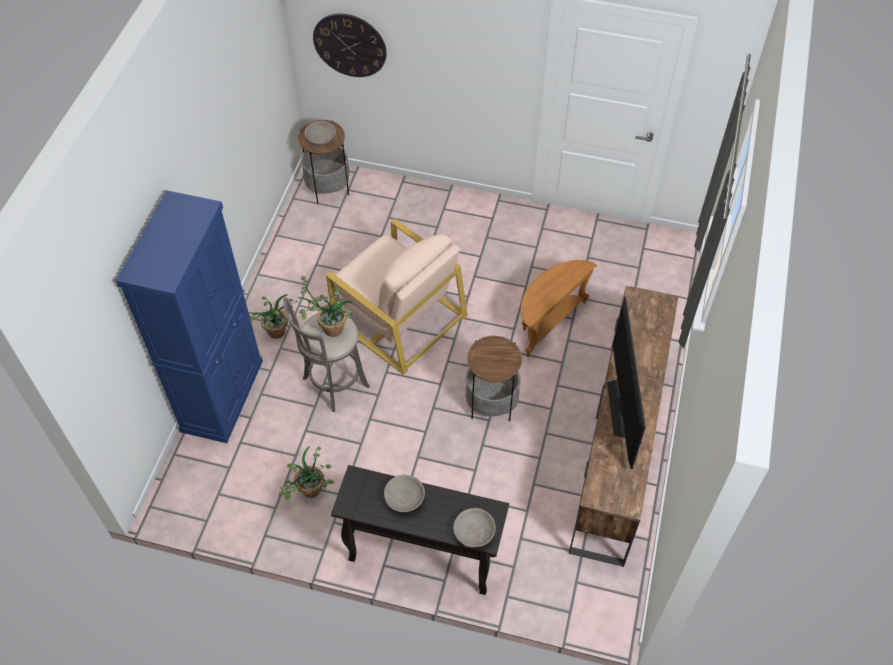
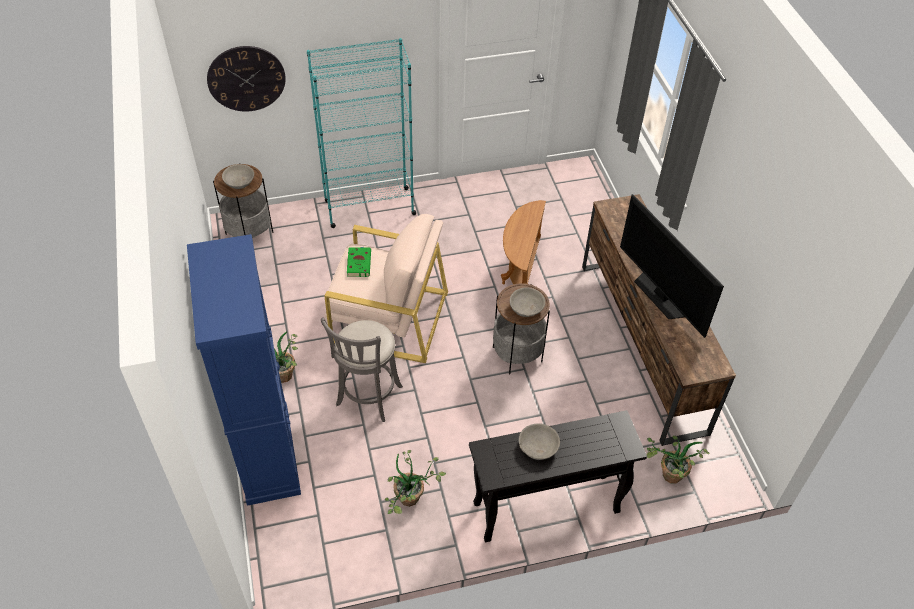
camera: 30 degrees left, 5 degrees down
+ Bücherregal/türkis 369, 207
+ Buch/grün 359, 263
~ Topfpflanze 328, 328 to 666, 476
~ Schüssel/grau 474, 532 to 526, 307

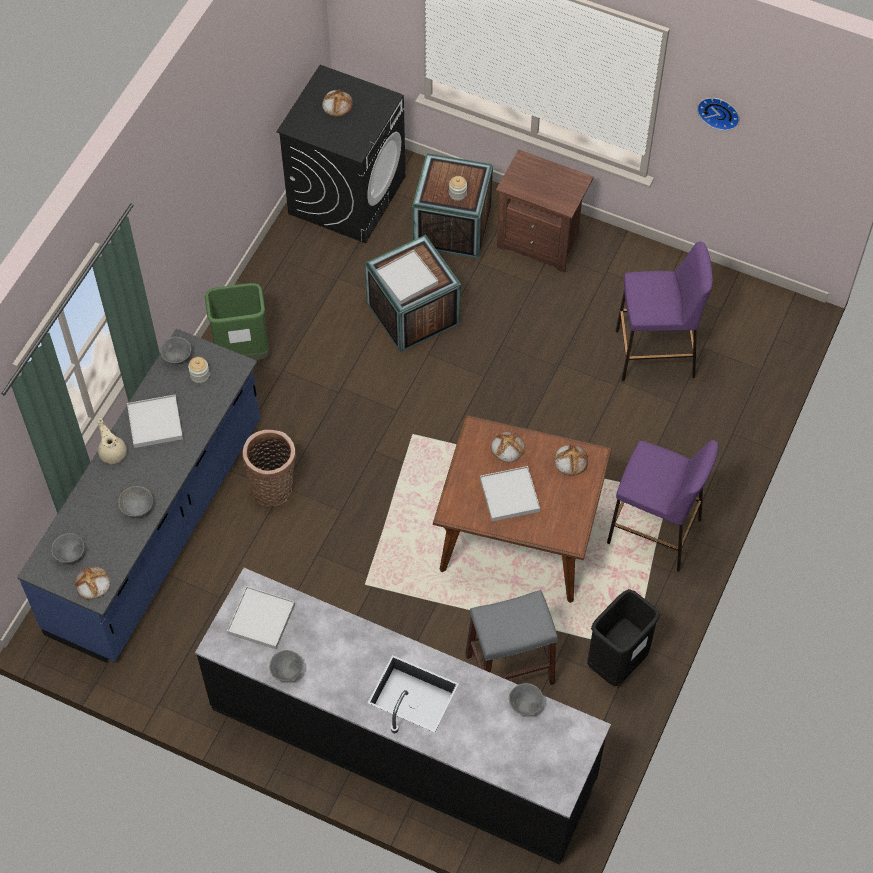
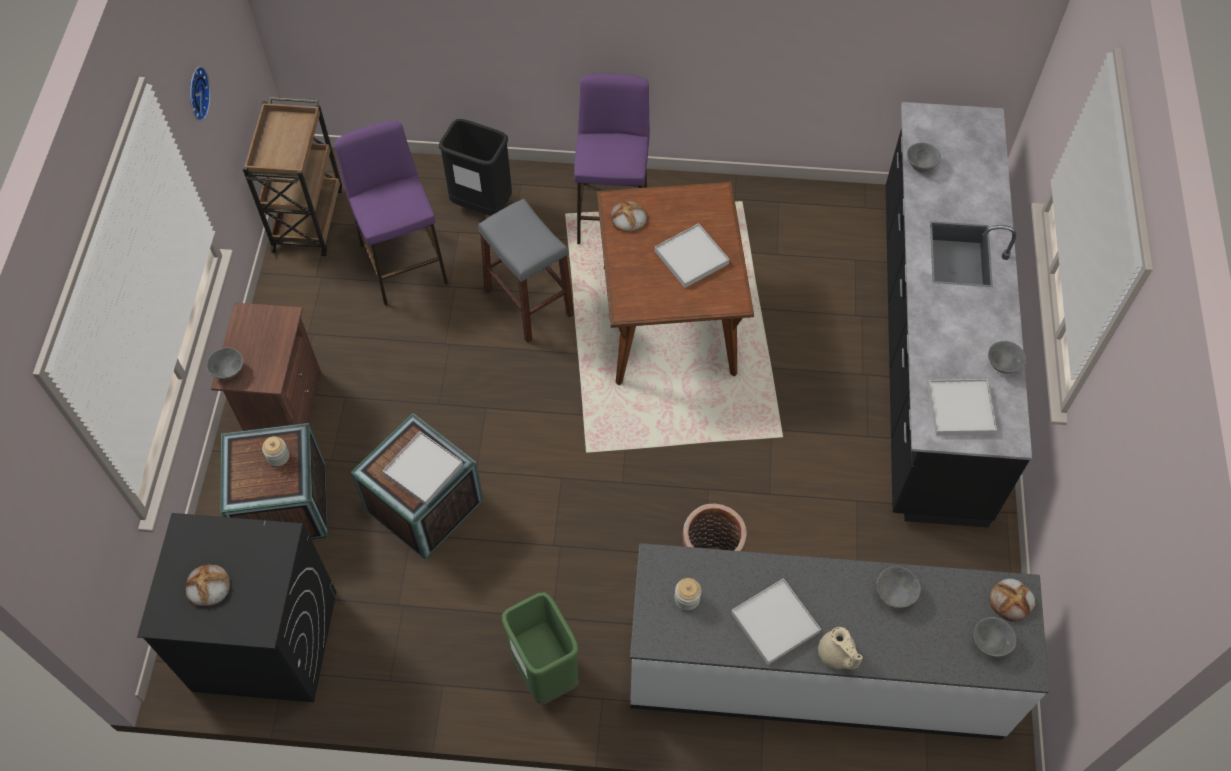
camera: 110 degrees left, 0 degrees up
- Brot 507, 448
+ Rollwagen/braun 308, 218
~ Schüssel/grau 176, 357 to 229, 372
~ Hocker/grau 510, 669 to 528, 302
~ Mülleimer/schwarz 617, 662 to 481, 204
~ Küchenzeile/blau 158, 528 to Küchenzeile/weiß 815, 671
~ Teekanne/beige 113, 452 = 836, 655 75 degrees counterclockwise

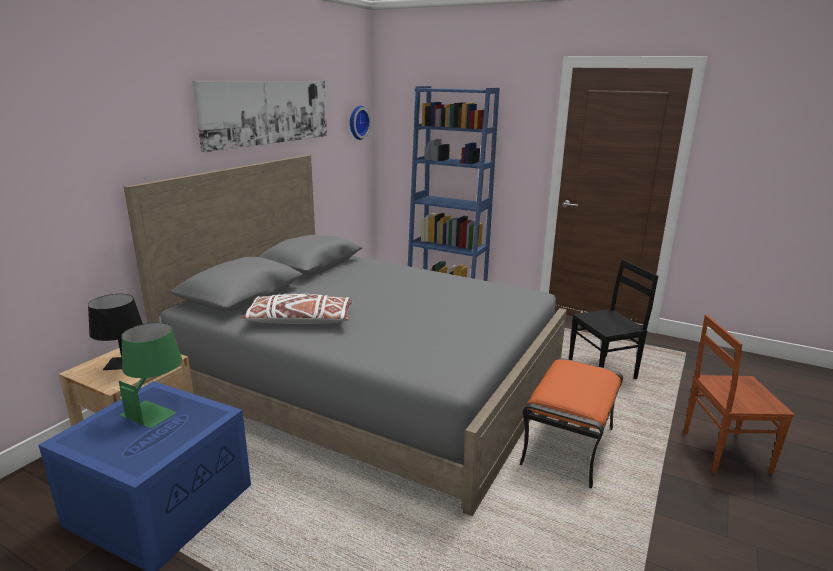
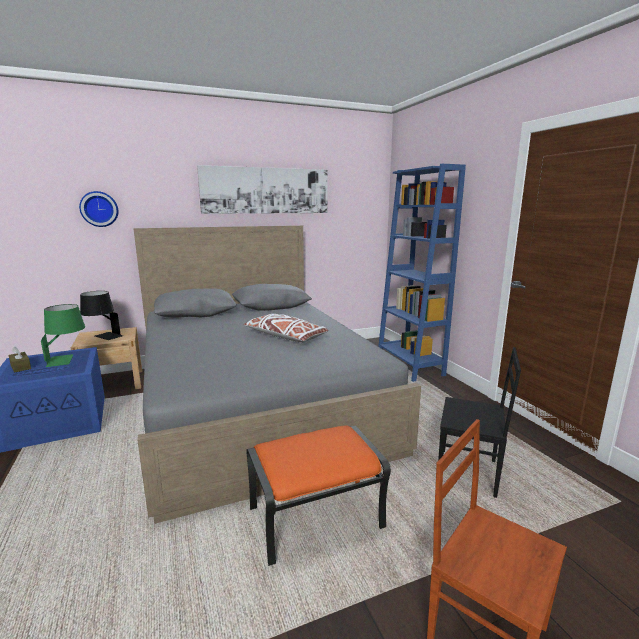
camera: 40 degrees right, 5 degrees down
+ Taschentuchbox/braun 20, 367
~ Kissen/weiß 300, 321 to 285, 337
~ Wanduhr 357, 122 to 99, 209

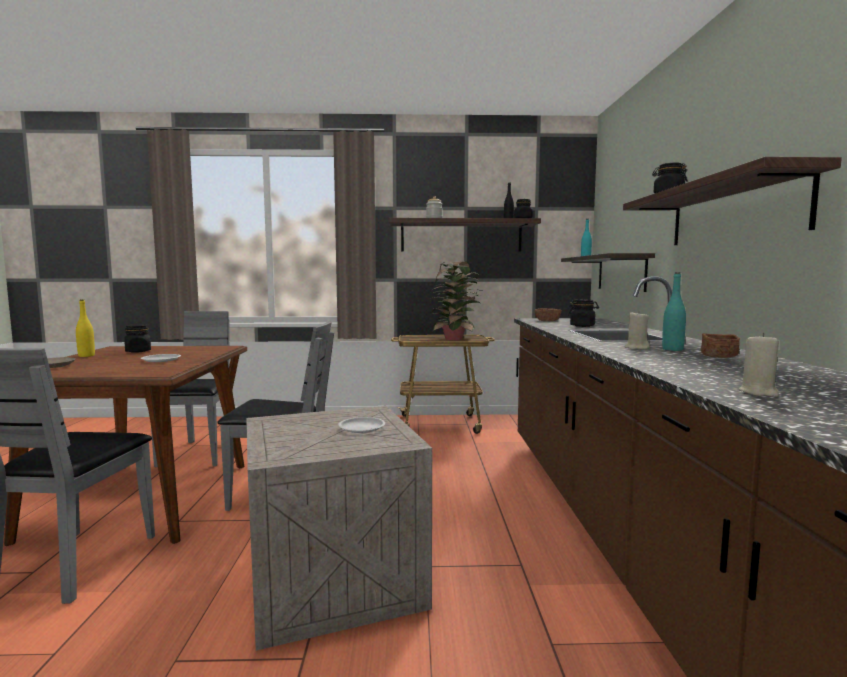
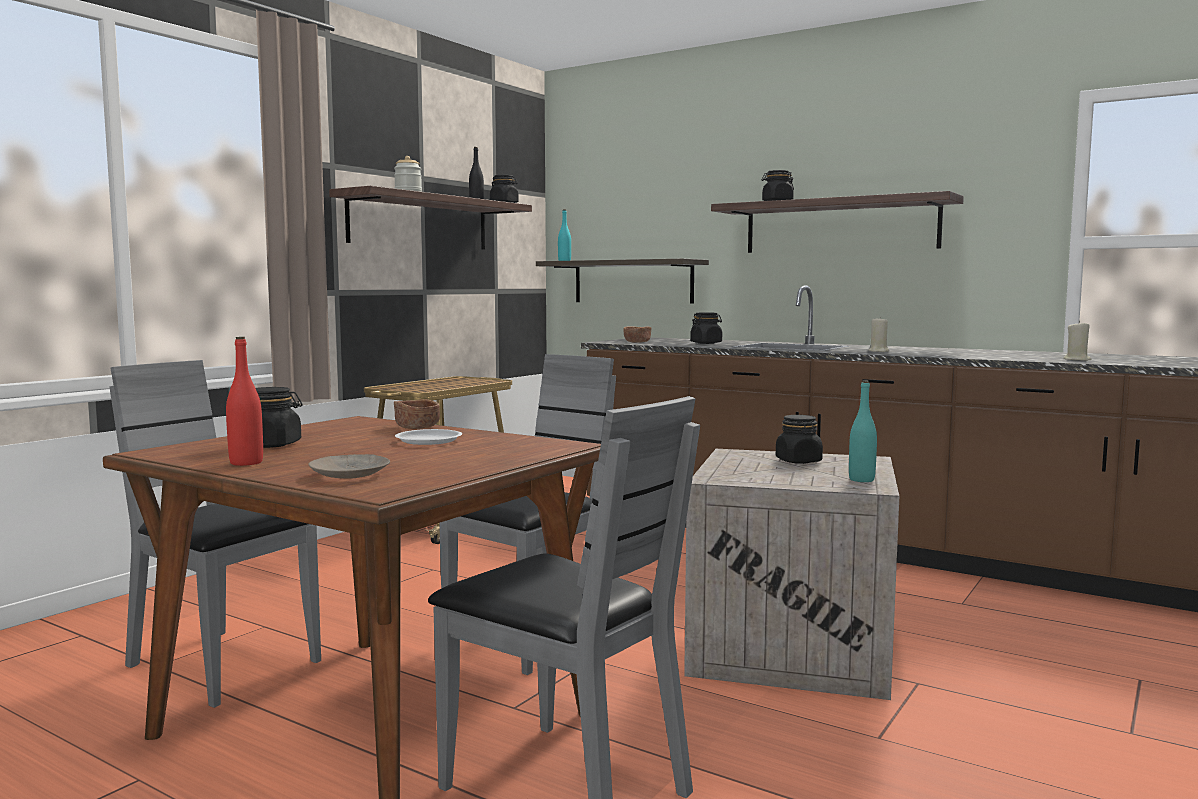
camera: 55 degrees left, 0 degrees up
- Topfpflanze 455, 339
~ Flasche/türkis 672, 349 to 861, 480
~ Schüssel/braun 718, 356 to 416, 427
~ Teller/weiß 362, 427 to Vorratsglas/schwarz 798, 461
~ Flasche/gelb 86, 356 to Flasche/rot 246, 463

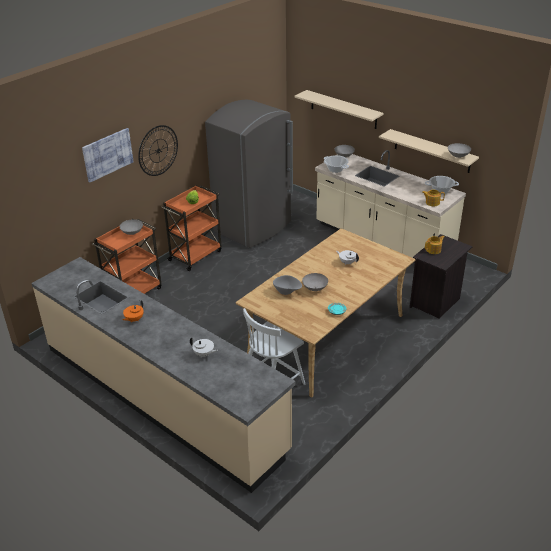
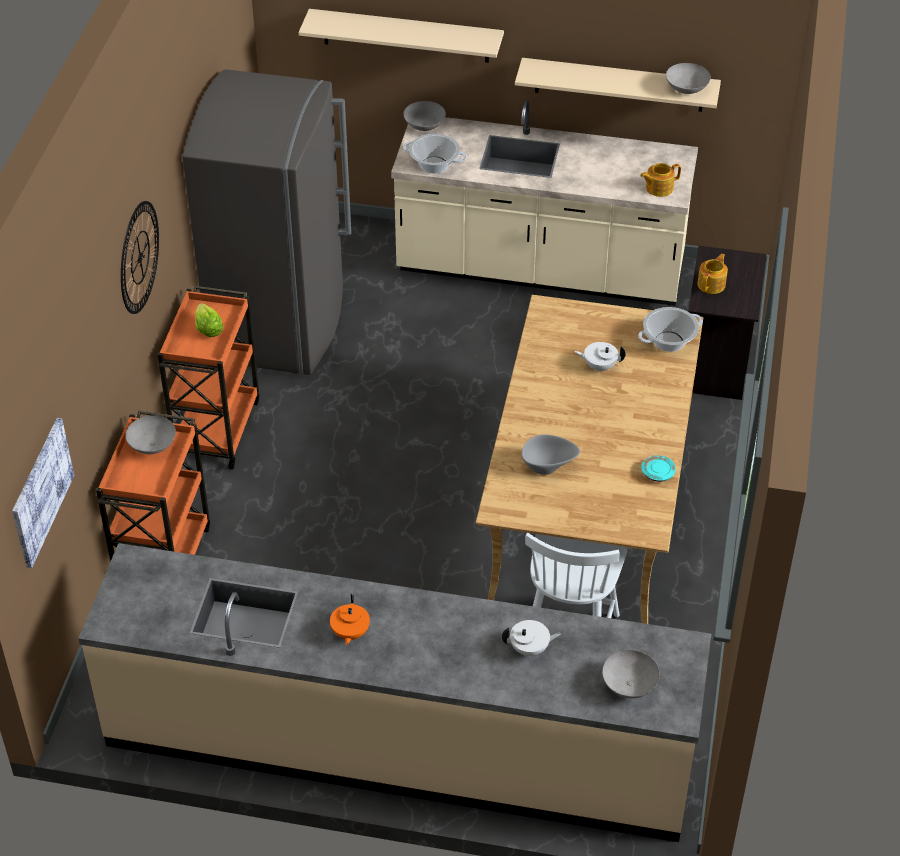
camera: 30 degrees left, 10 degrees up
~ Bild 107, 154 to 41, 492
~ Schüssel/grau 314, 288 to 628, 686
~ Kochtopf 440, 190 to 668, 341

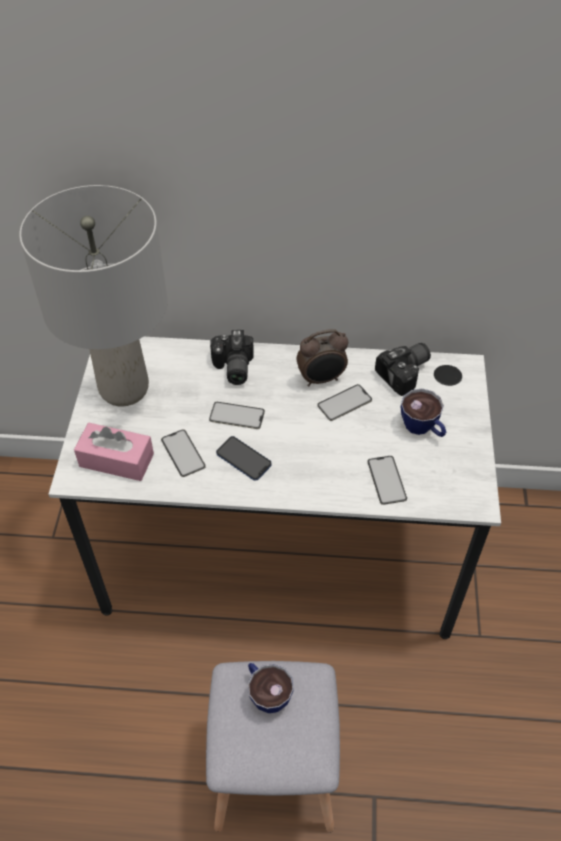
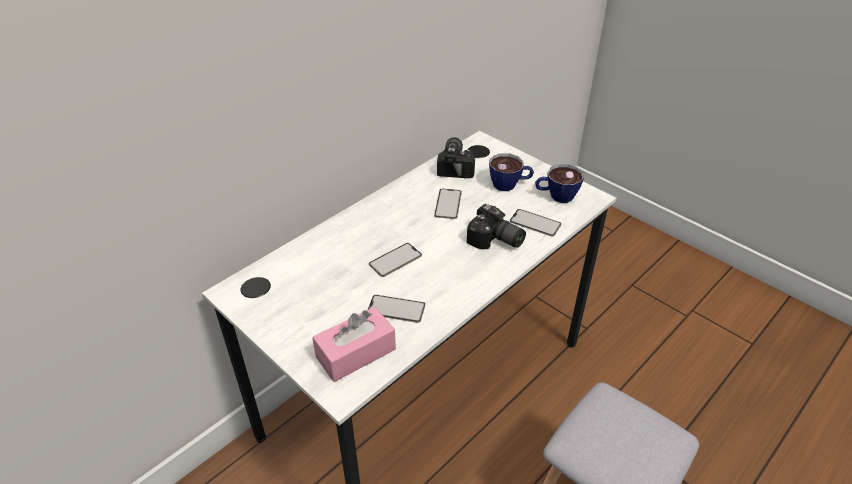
camera: 50 degrees left, 10 degrees down
- Tischlampe/grau 123, 389
- Handy 243, 459
- Wecker 321, 379
~ Kamera 232, 368 to 495, 241
~ Tasse 266, 693 to 556, 196

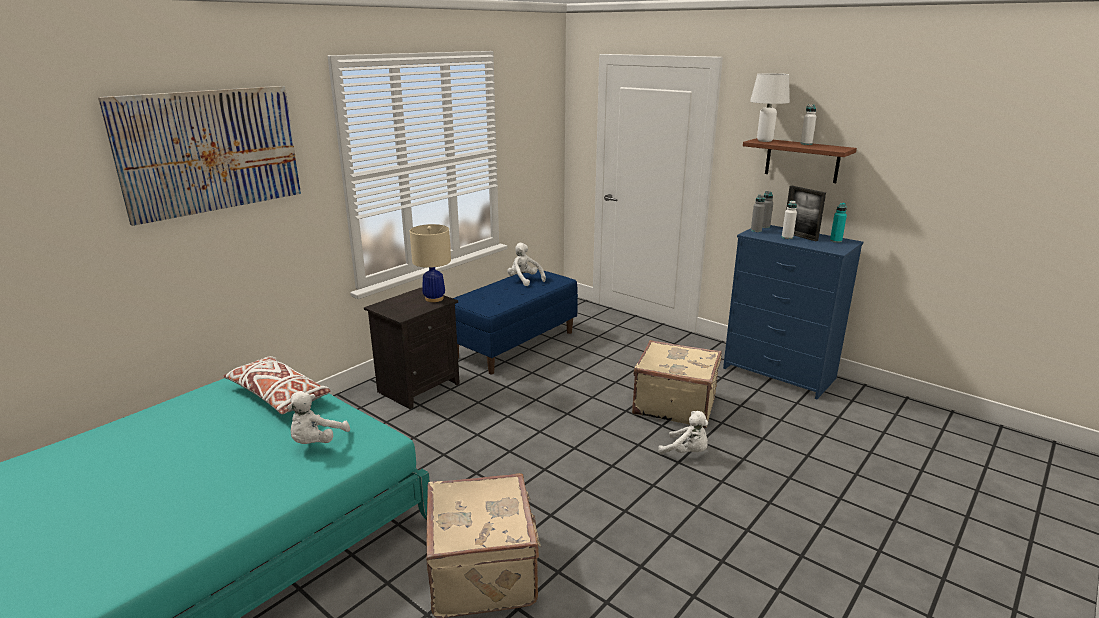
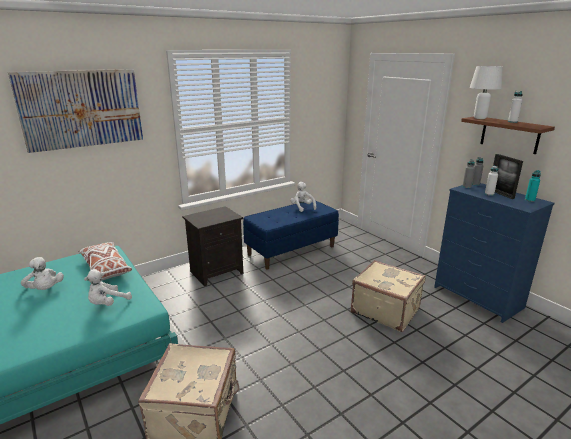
camera: 15 degrees right, 0 degrees up
- Tischlampe/beige 434, 298
~ Plüschtier/weiß 686, 452 to 45, 290

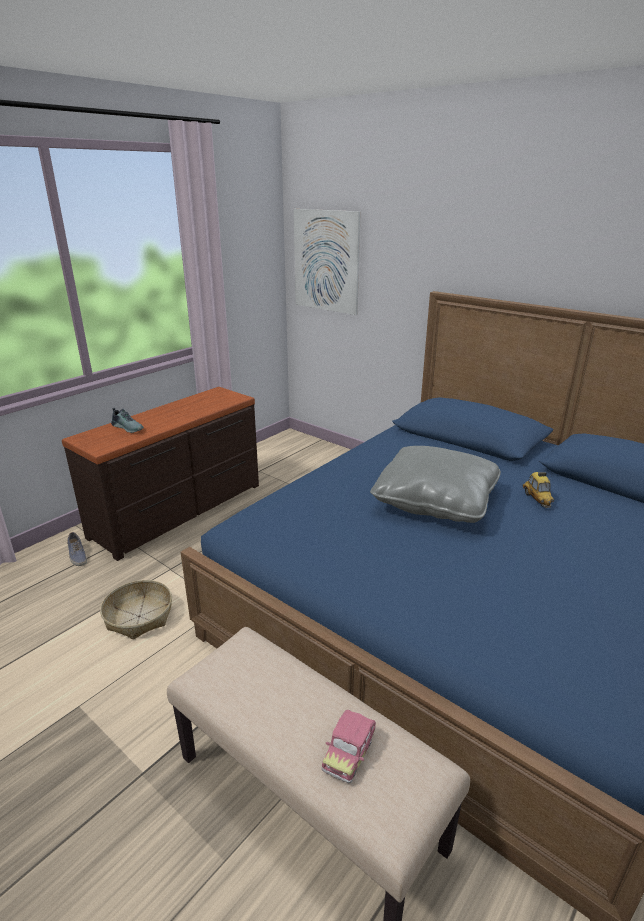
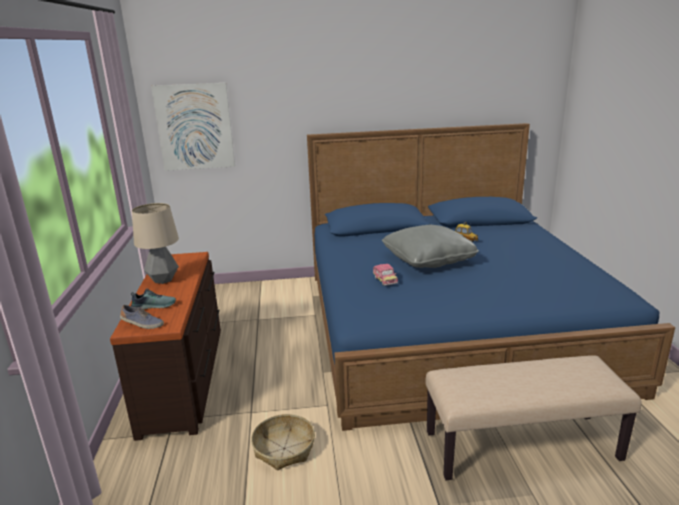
camera: 45 degrees left, 5 degrees down
+ Tischlampe 163, 280
~ Schuh 77, 555 to 142, 324
~ Spielzeugauto 349, 752 to 385, 280

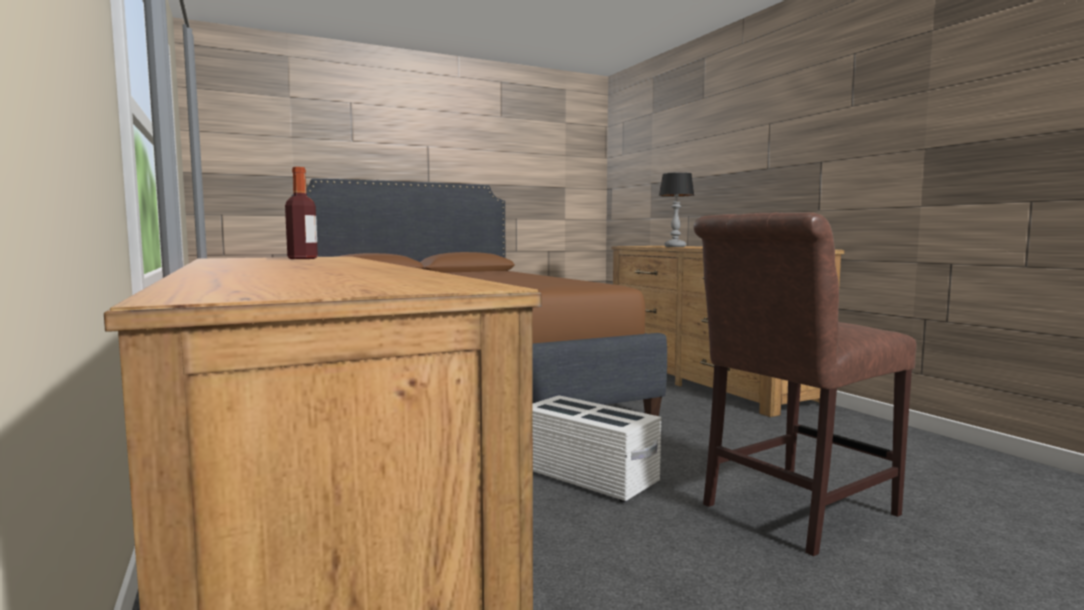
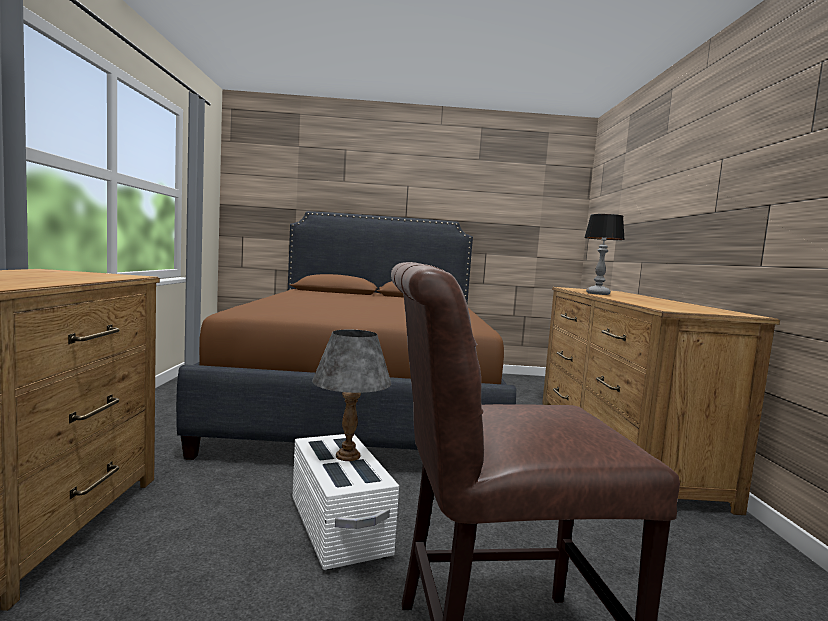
camera: 25 degrees right, 0 degrees up
- Flasche 302, 258
+ Tischlampe/grau 347, 456

